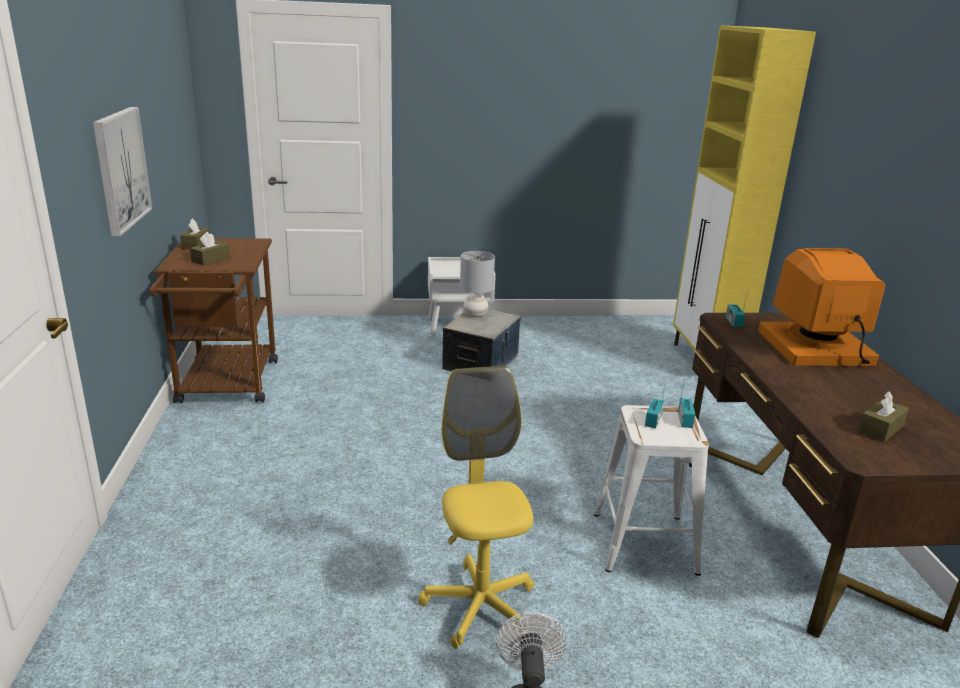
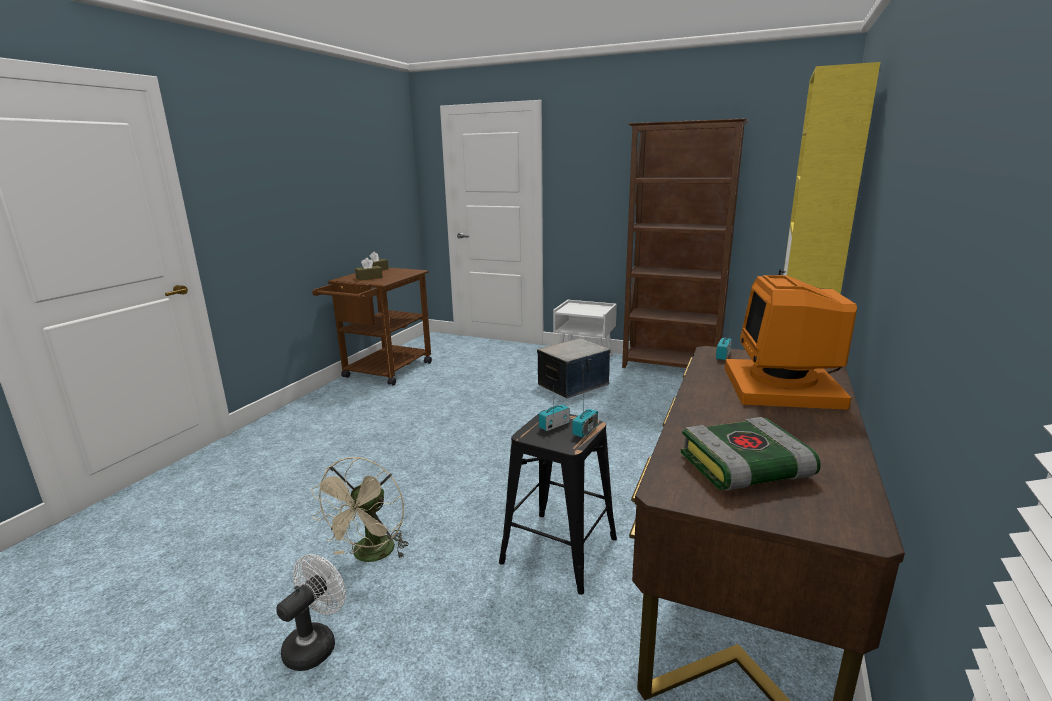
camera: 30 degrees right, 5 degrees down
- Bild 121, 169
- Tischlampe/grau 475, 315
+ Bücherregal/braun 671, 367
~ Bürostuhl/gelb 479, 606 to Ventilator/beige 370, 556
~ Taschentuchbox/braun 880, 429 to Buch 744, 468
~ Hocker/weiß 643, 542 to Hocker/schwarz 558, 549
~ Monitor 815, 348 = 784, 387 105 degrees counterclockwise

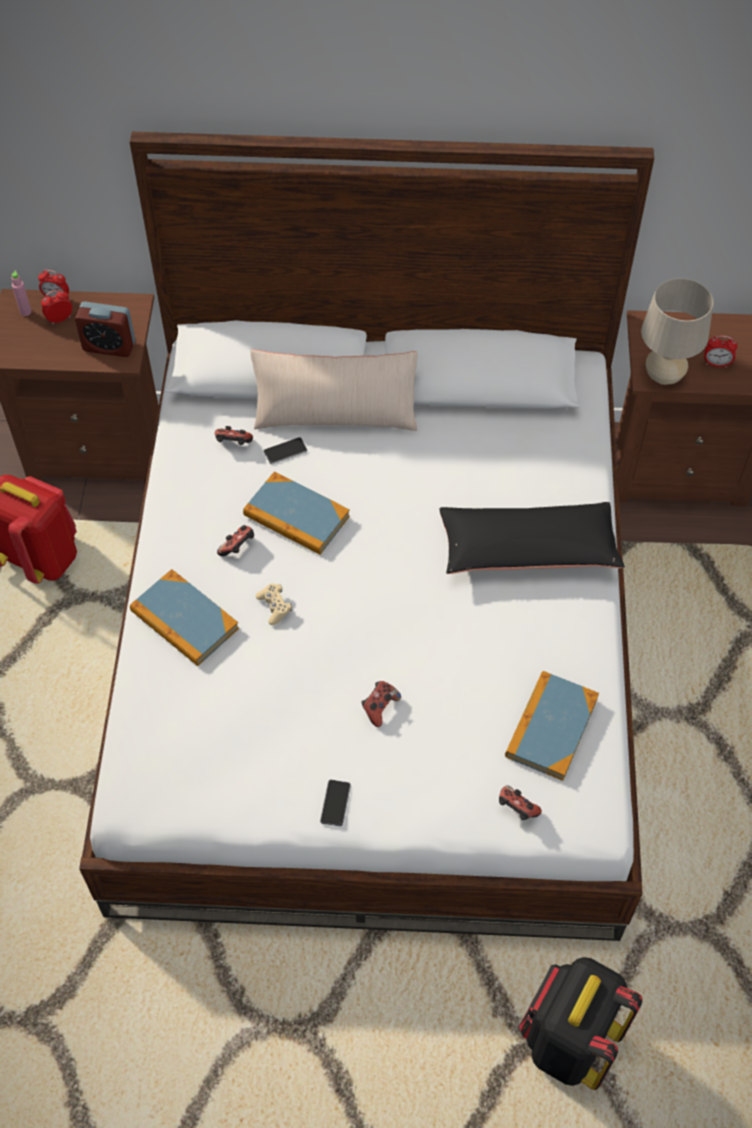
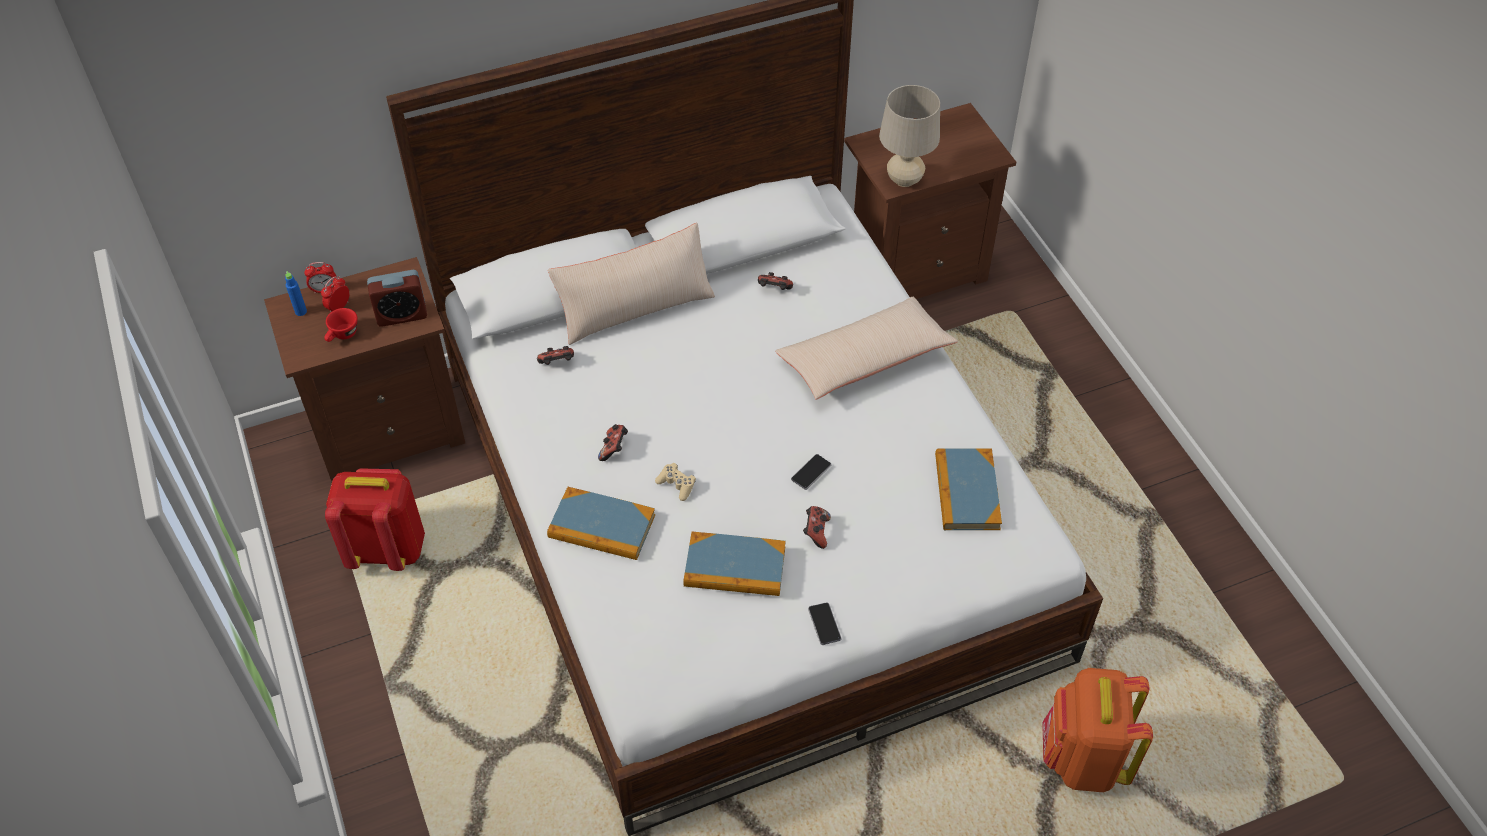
camera: 25 degrees left, 5 degrees down
- Wecker 716, 364
+ Tasse/rot 342, 335
~ Buch 296, 516 to 735, 567
~ Handy 285, 451 to 811, 472
~ Gamepad 516, 809 to 774, 290
~ Flasche/rosa 25, 312 to Flasche/blau 301, 311
~ Kissen/schwarz 528, 549 to Kissen/beige 865, 359
~ Rucksack/schwarz 568, 1040 to Rucksack/orange 1082, 758

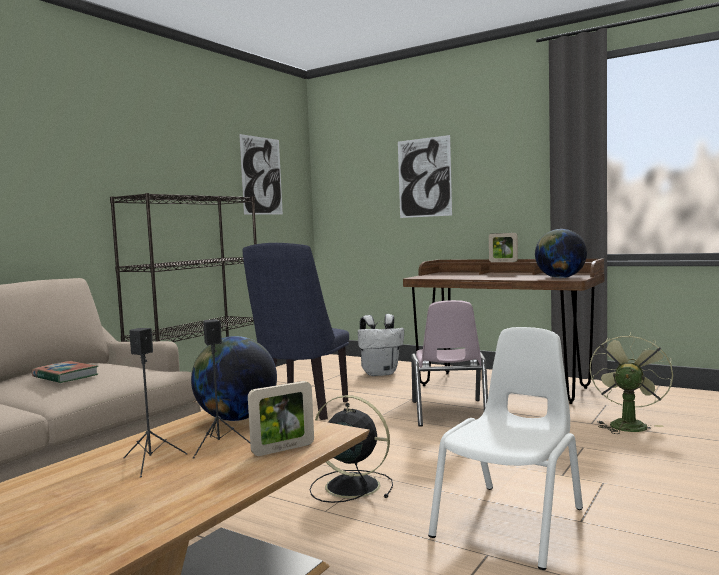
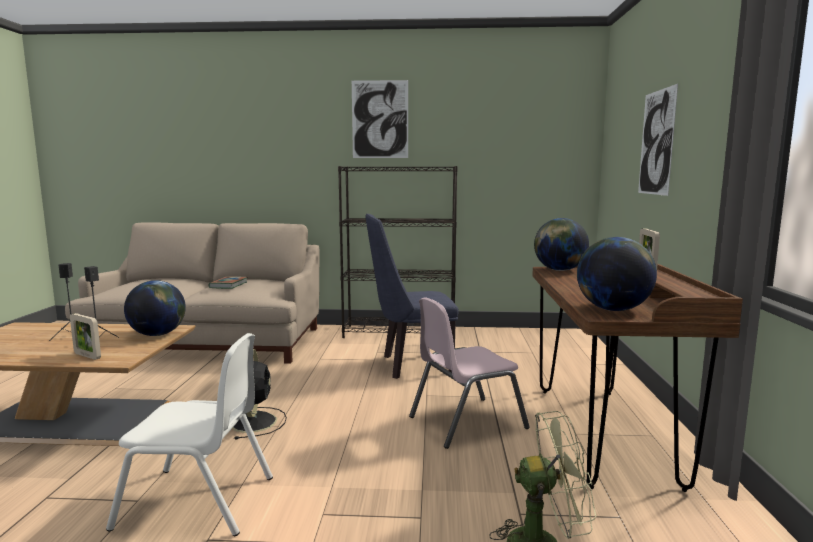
camera: 60 degrees right, 5 degrees up
- Rucksack/weiß 380, 373
+ Globus 559, 270
~ Bild 261, 176 to 380, 119

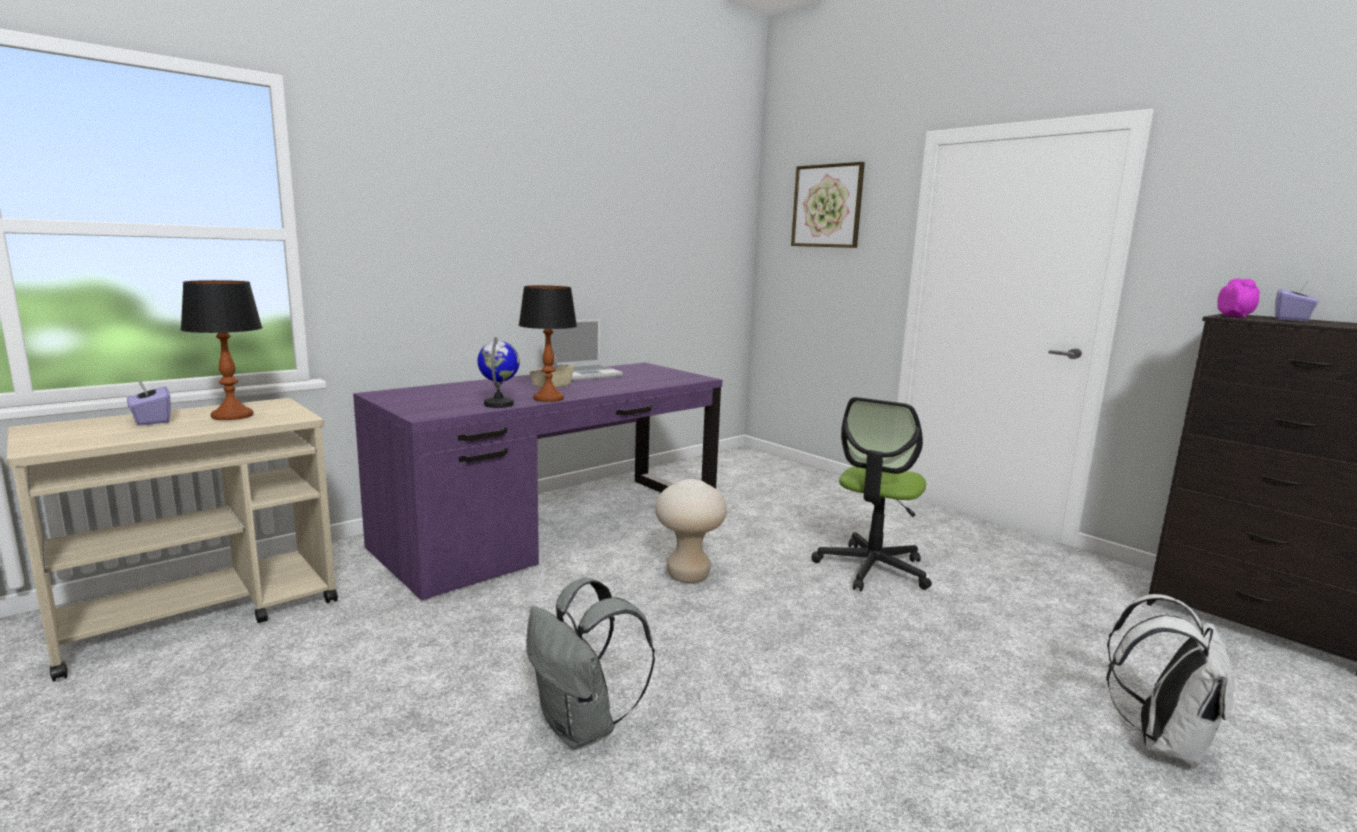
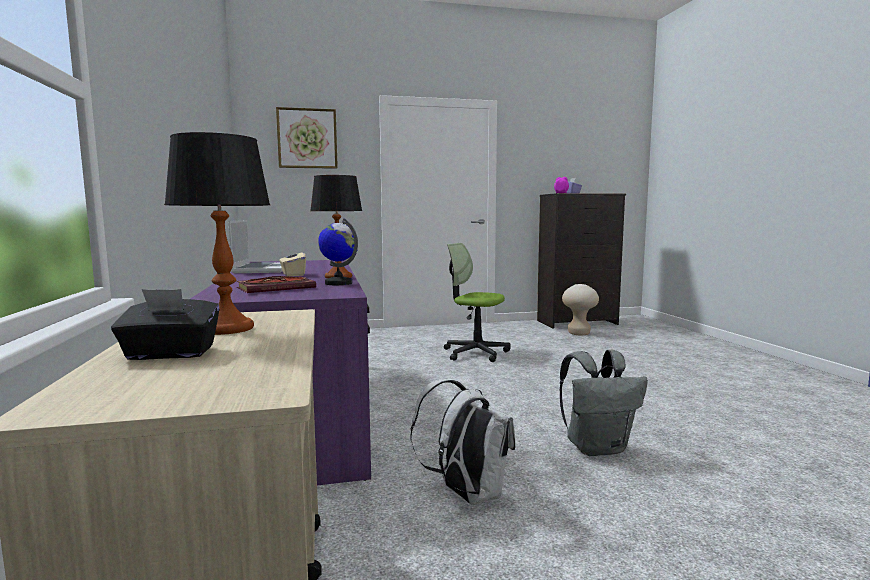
camera: 60 degrees left, 5 degrees down
+ Buch 277, 288
~ Hocker/beige 688, 575 to 579, 333
~ Rucksack/weiß 1162, 743 to 466, 494
~ Taschentuchbox/lila 151, 420 to Taschentuchbox/schwarz 170, 354
~ Bürostuhl 872, 569 = 475, 353 150 degrees clockwise

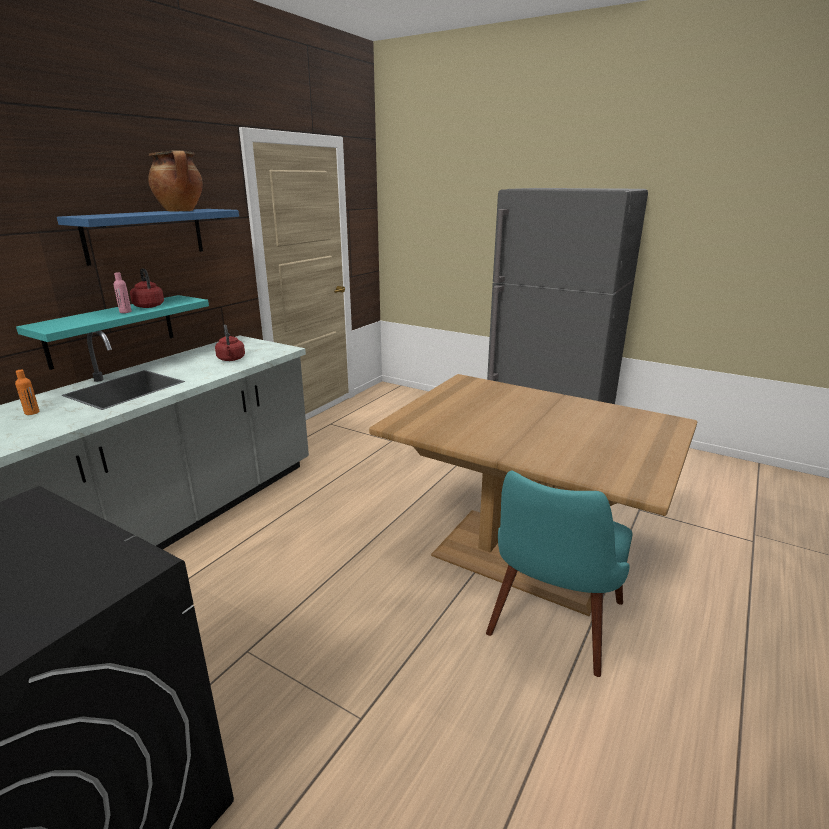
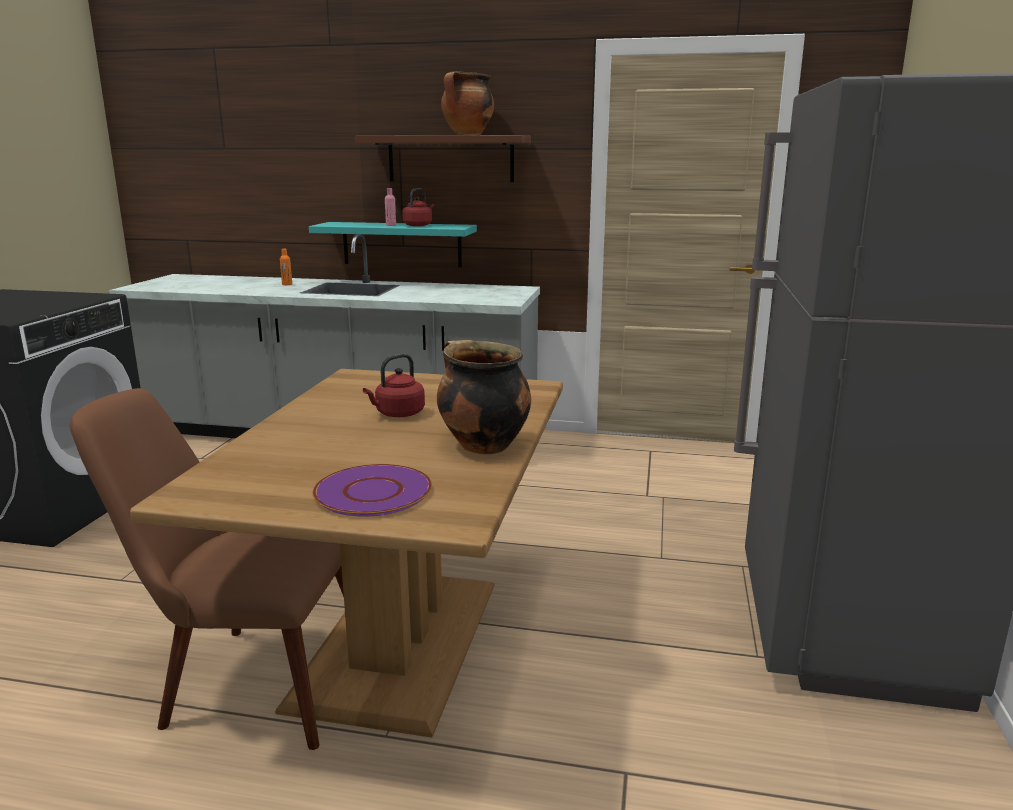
camera: 70 degrees right, 5 degrees down
+ Teller/lila 373, 492
+ Kochtopf 482, 445
~ Wasserkessel/rot 231, 359 to 398, 414
~ Wandregal/blau 145, 235 to Wandregal/braun 450, 159
~ Stuhl/türkis 550, 630 to Stuhl/braun 244, 680

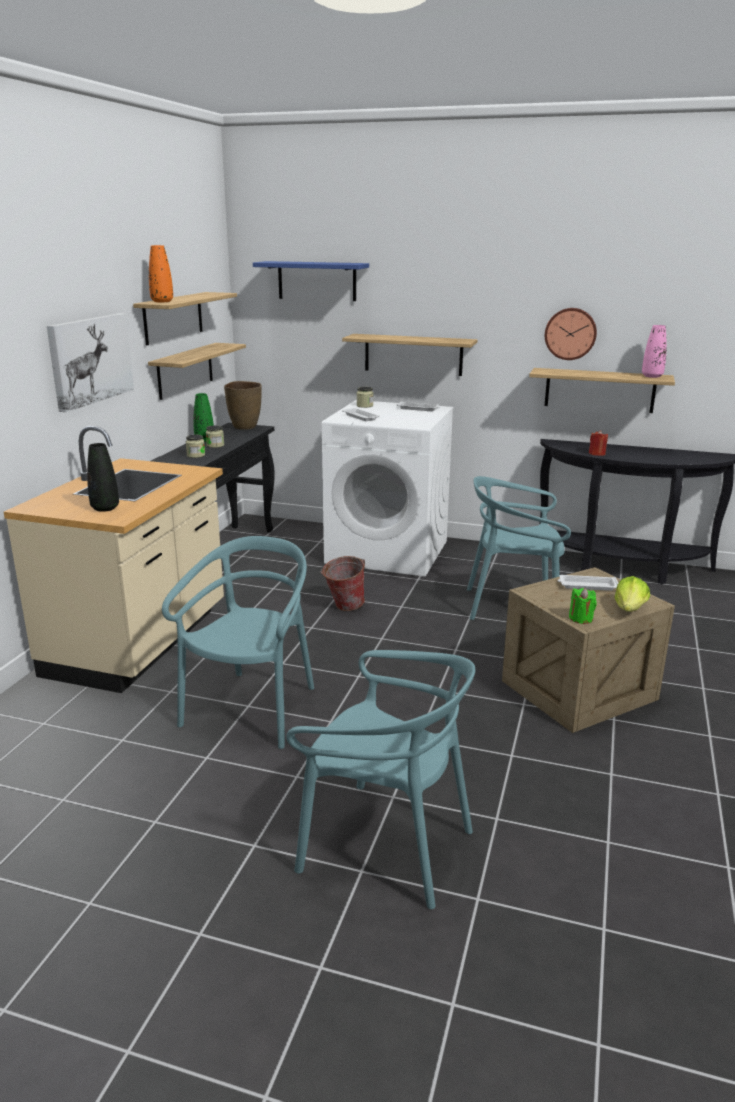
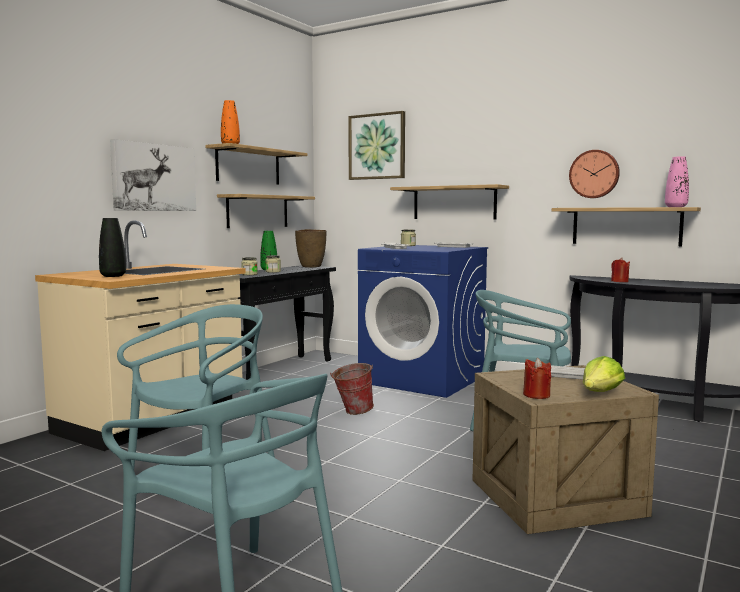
camera: 15 degrees right, 15 degrees down
~ Wandregal/blau 317, 281 to Bild 377, 146
~ Waschmaschine/weiß 388, 552 to Waschmaschine/blau 423, 379
~ Kerze/grün 581, 618 to Kerze/rot 536, 395

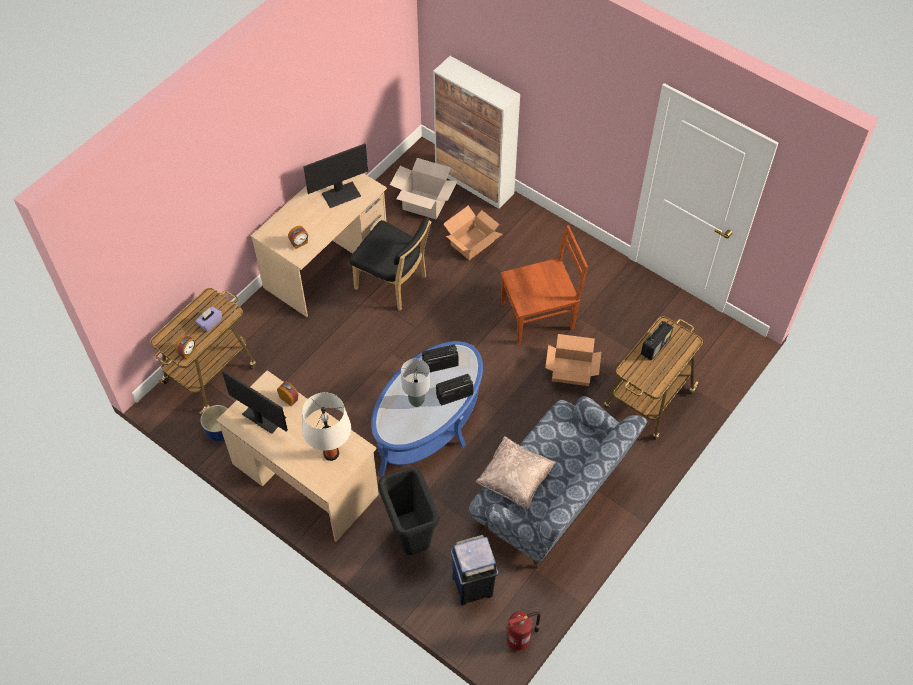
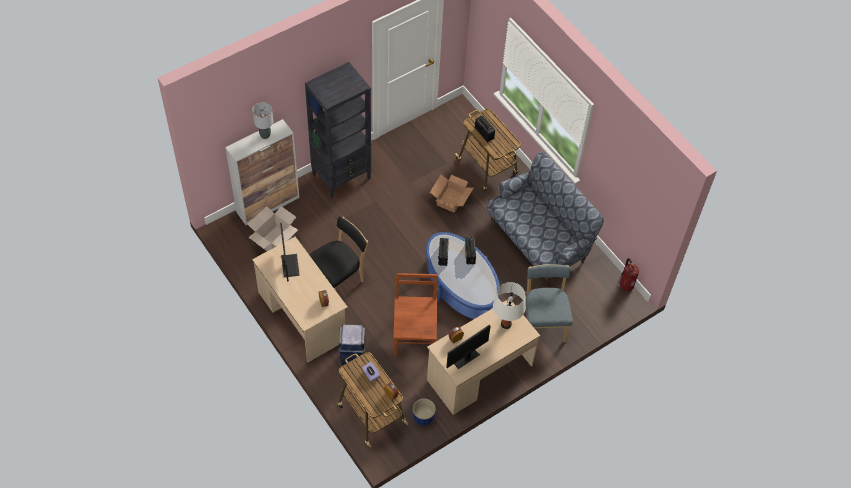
camera: 75 degrees left, 0 degrees up
- Karton 471, 243
- Kissen/beige 515, 480
+ Bücherregal/schwarz 342, 176
~ Tischlampe/grau 417, 401 to 265, 135
~ Mülleimer/blau 473, 585 to 352, 360
~ Stuhl/braun 539, 315 to 414, 334
~ Mülleimer/schwarz 412, 539 to Stuhl/blau 543, 322

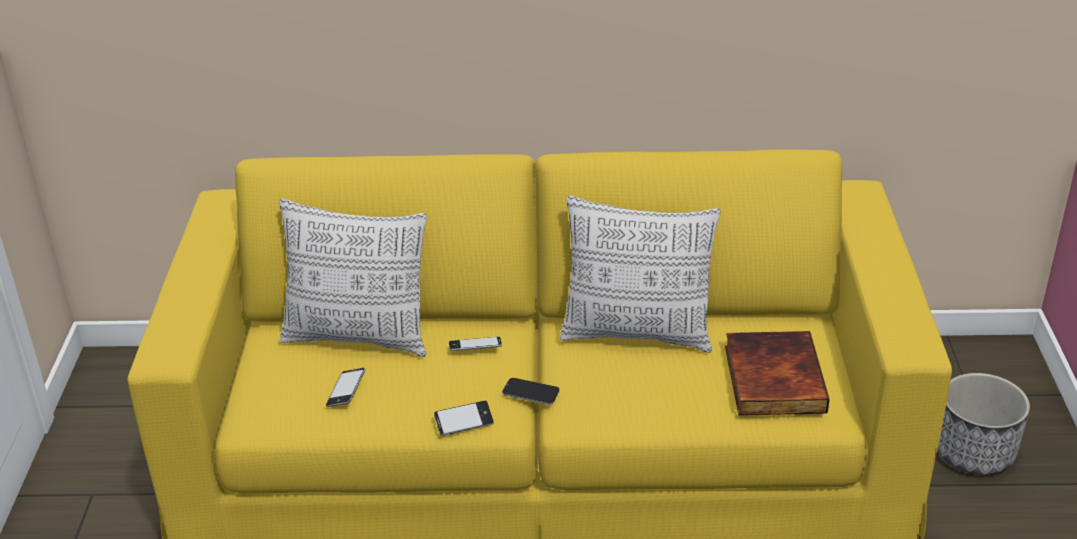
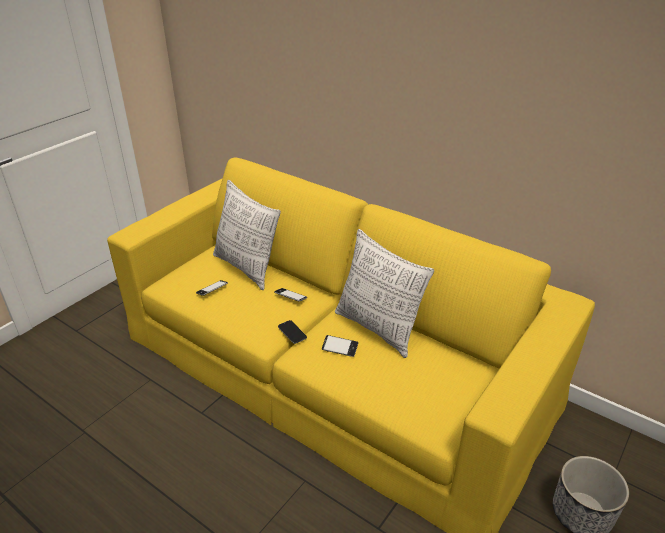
camera: 35 degrees right, 0 degrees up
- Buch 771, 378
~ Handy 464, 422 to 339, 348

